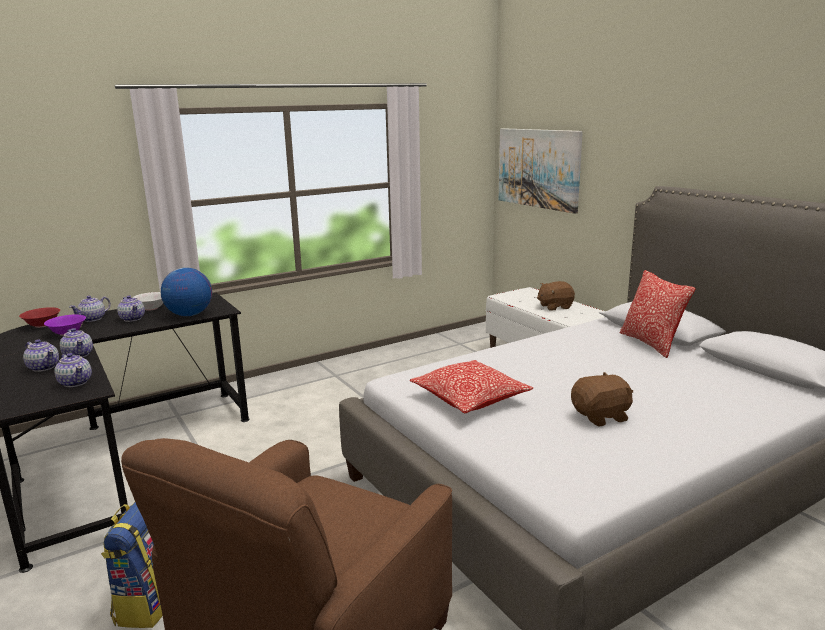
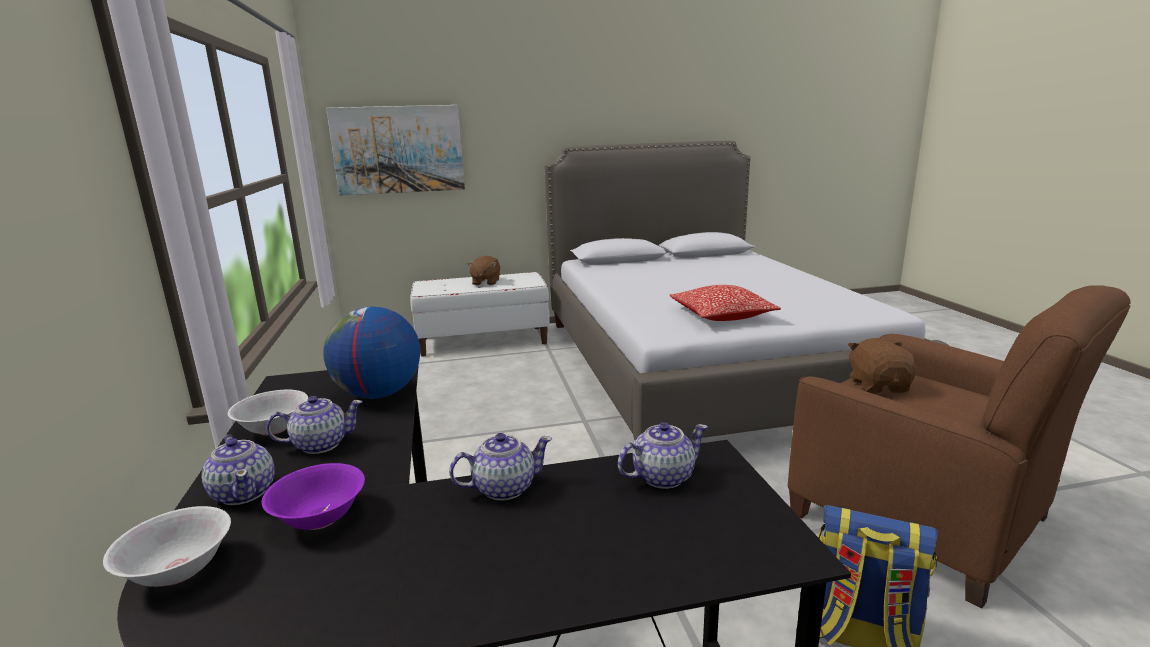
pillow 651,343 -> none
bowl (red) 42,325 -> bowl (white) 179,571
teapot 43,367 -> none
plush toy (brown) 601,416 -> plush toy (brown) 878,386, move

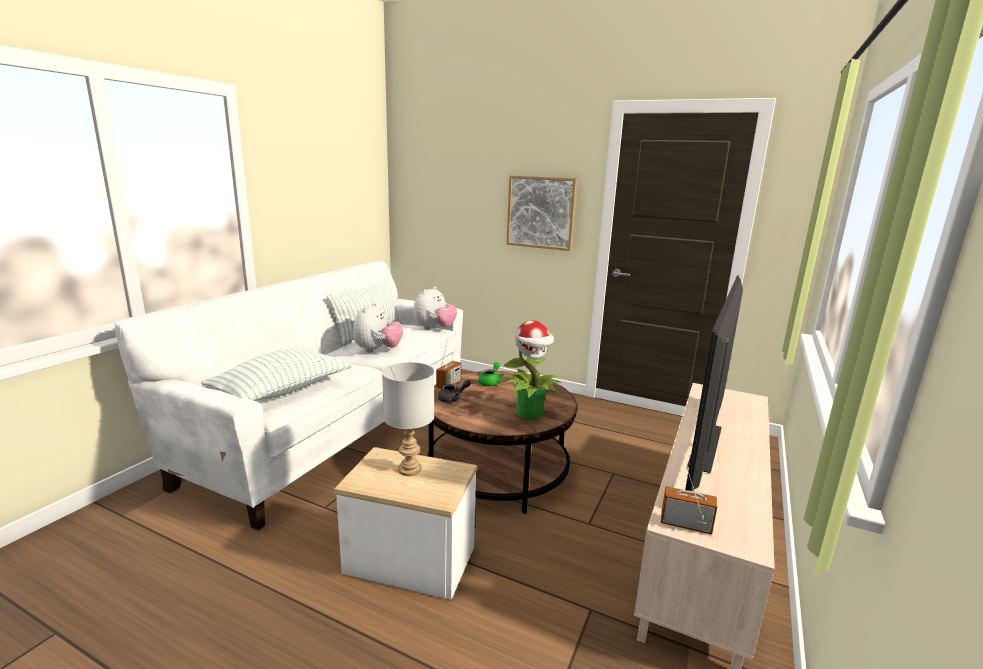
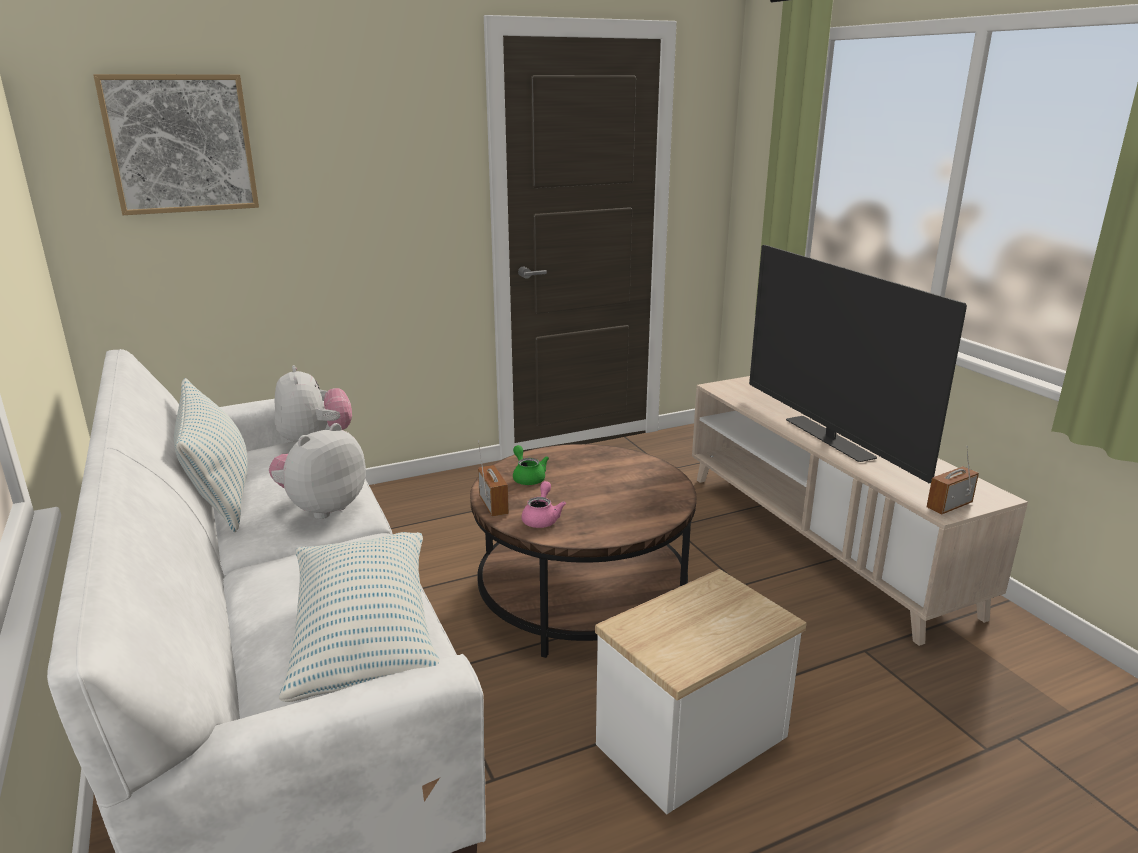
picture 541,212 -> picture 181,144, move
plush toy 377,350 -> plush toy 322,508, 105 degrees counterclockwise
potted plant 530,413 -> none
table lamp (grey) 409,469 -> none
teapot (grey) 453,399 -> teapot (pink) 542,518

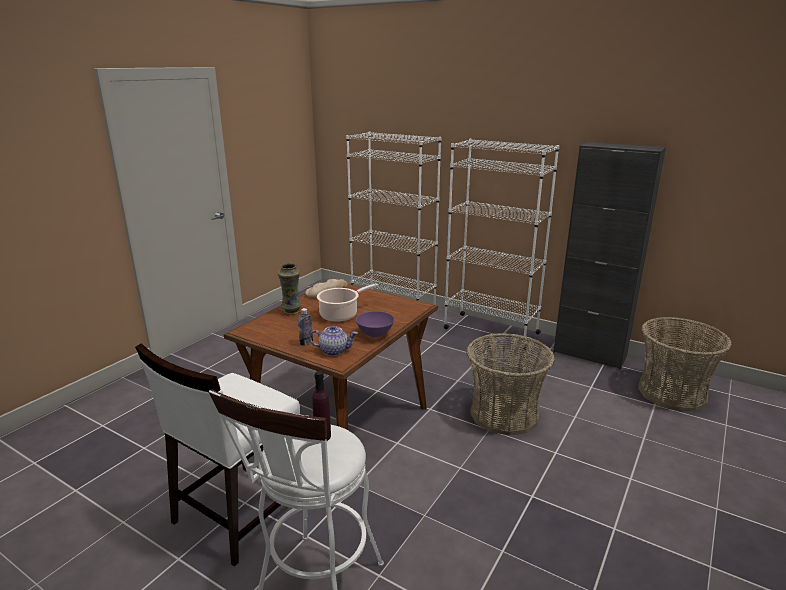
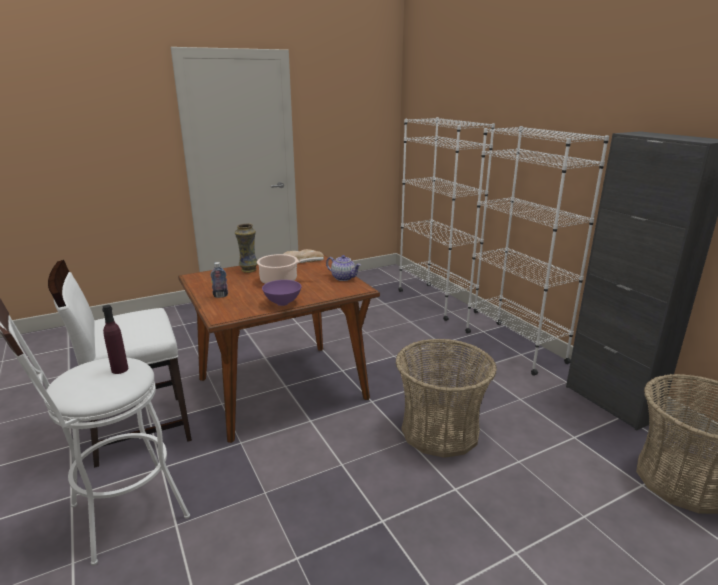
teapot 334,351 -> teapot 344,278, move

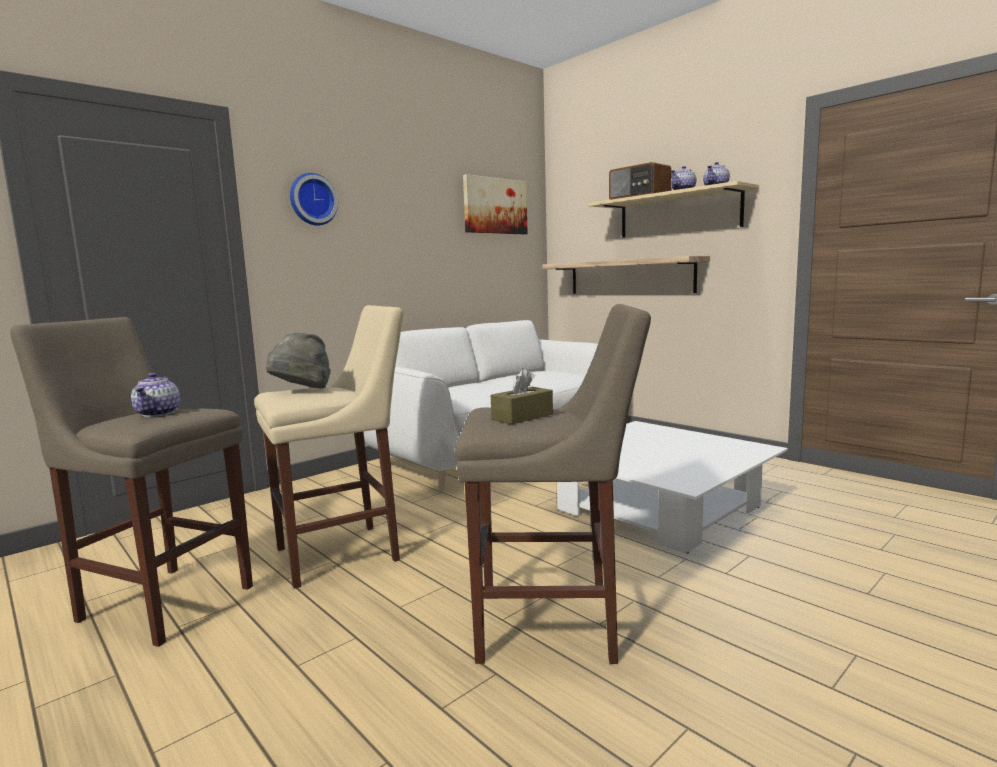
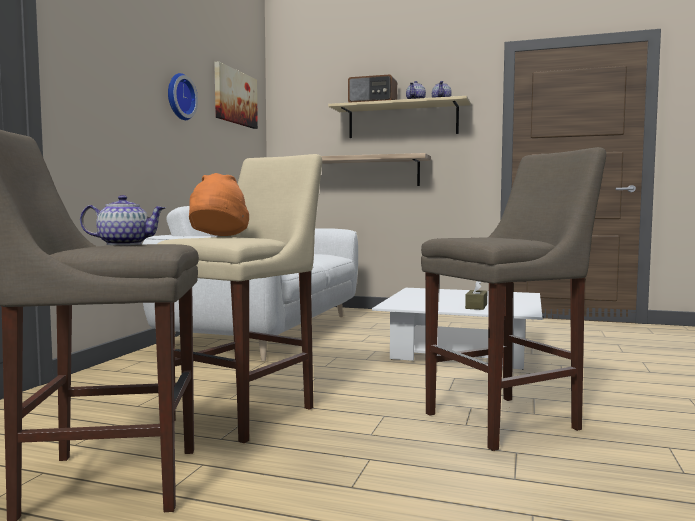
wall clock 312,200 -> wall clock 179,97, move
hat (grey) 301,391 -> hat (orange) 218,237
tissue box (brown) 522,416 -> tissue box (brown) 476,306, move
teapot 158,413 -> teapot 123,244, 60 degrees counterclockwise

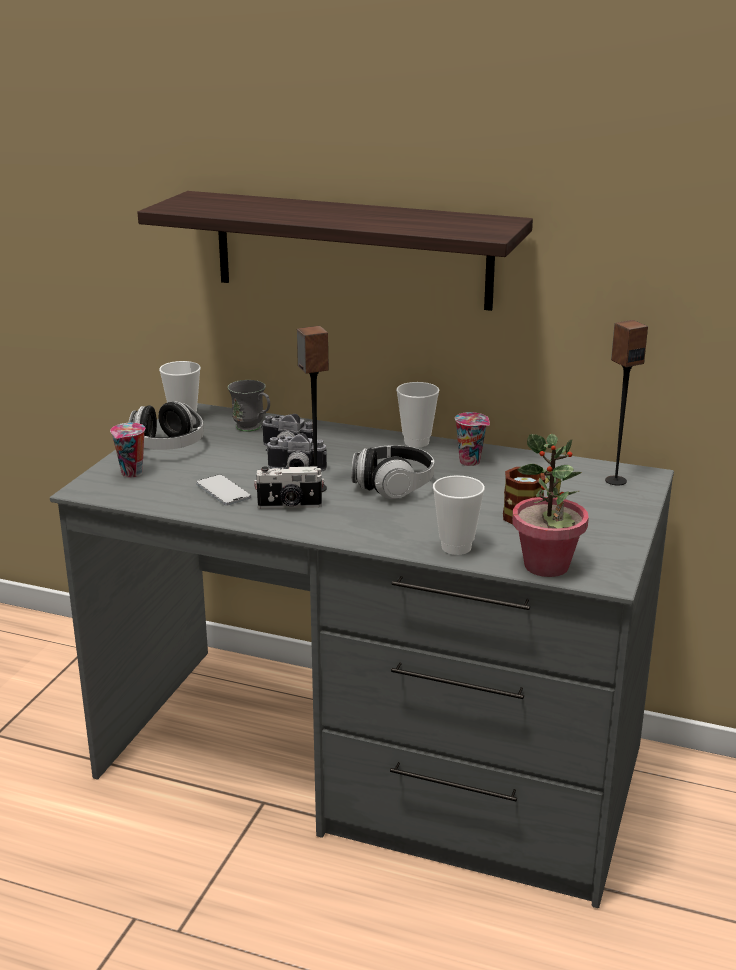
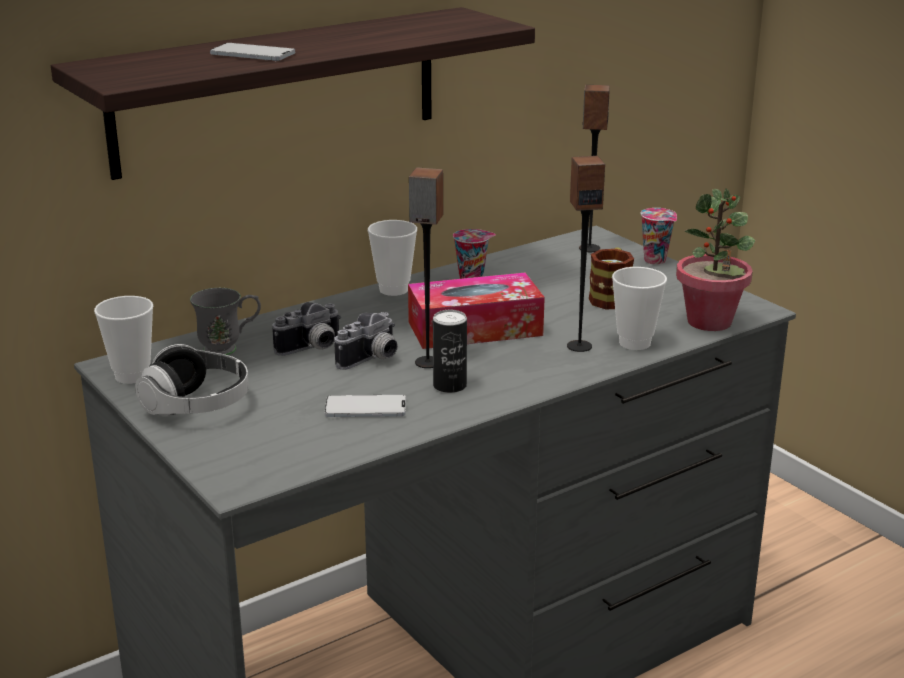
cup 132,474 -> cup 656,261, move
headphones 393,486 -> tissue box 475,329
photo camera 289,506 -> can 449,386
none -> phone 252,54
none -> speaker 579,346

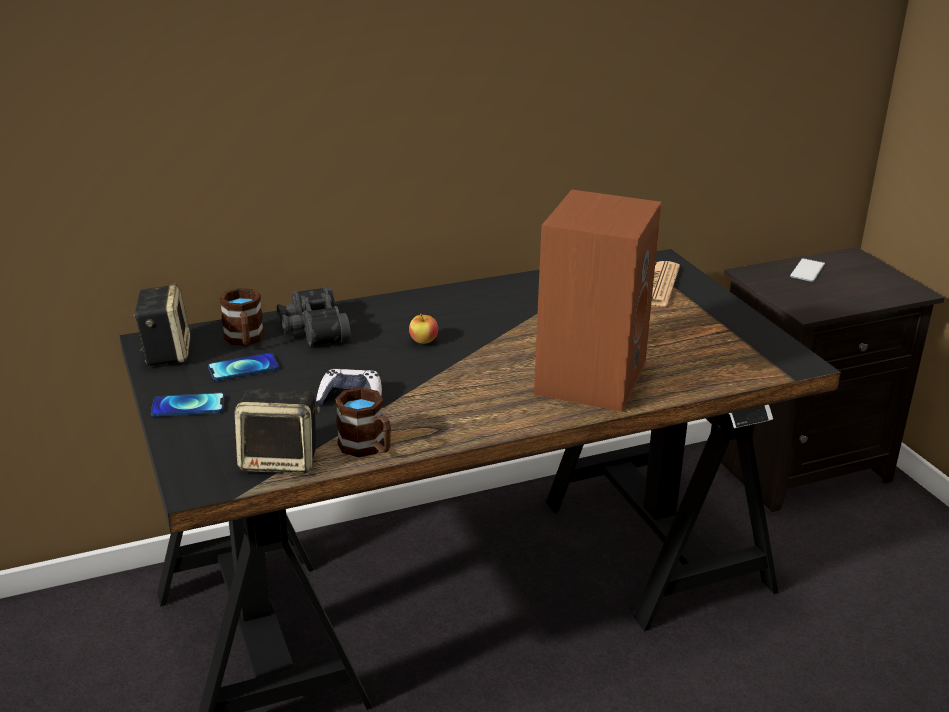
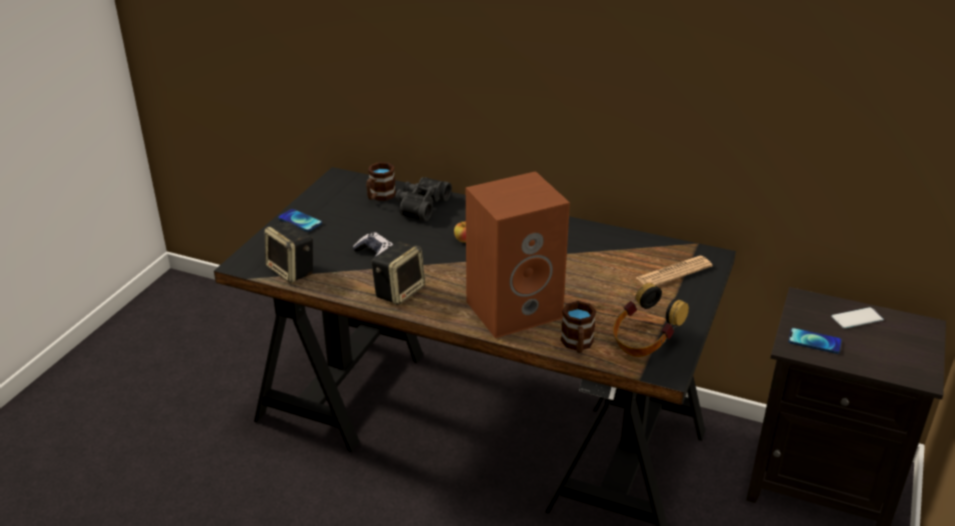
speaker 165,352 -> speaker 399,291, move
phone 243,368 -> phone 814,341, move
mug (brown) 367,448 -> mug (brown) 577,345, move
none -> headphones 644,342

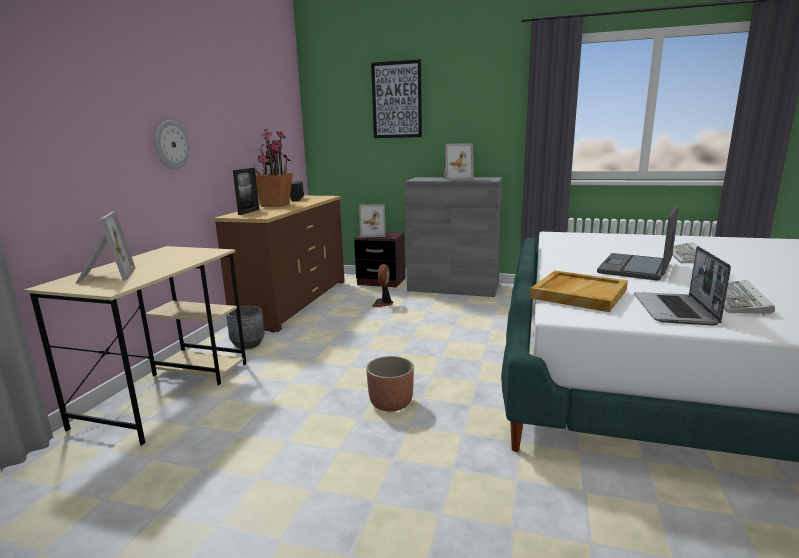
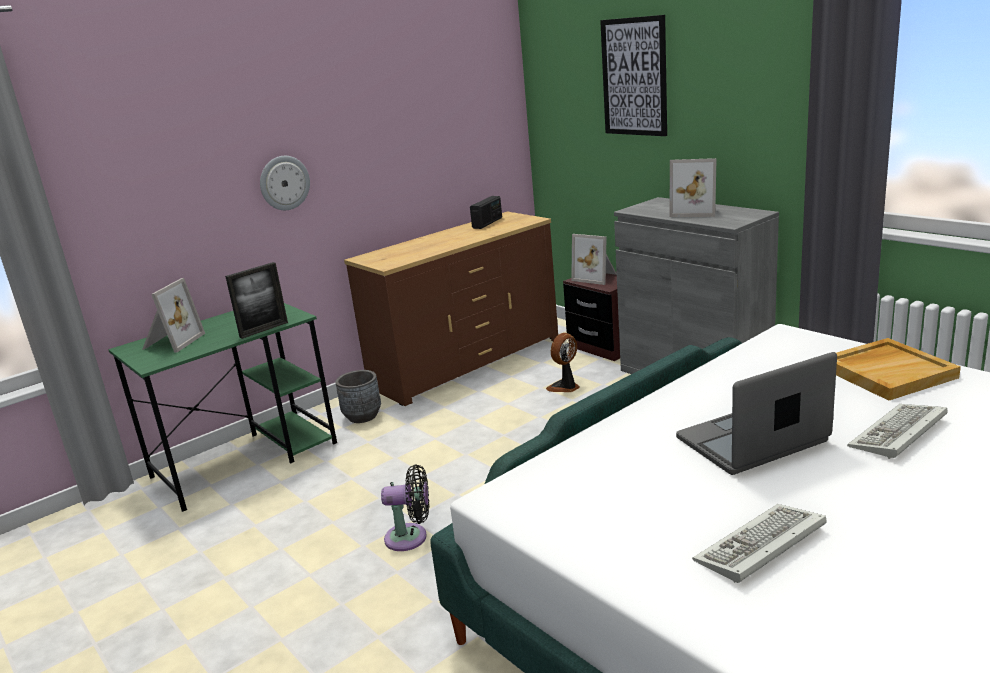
potted plant 275,205 -> none
picture frame 249,212 -> picture frame 264,330, move
desk (beige) 167,392 -> desk (green) 246,459
laptop 675,310 -> none
tray (beige) 578,293 -> tray (beige) 887,372, move
planter 390,403 -> fan (black) 410,537

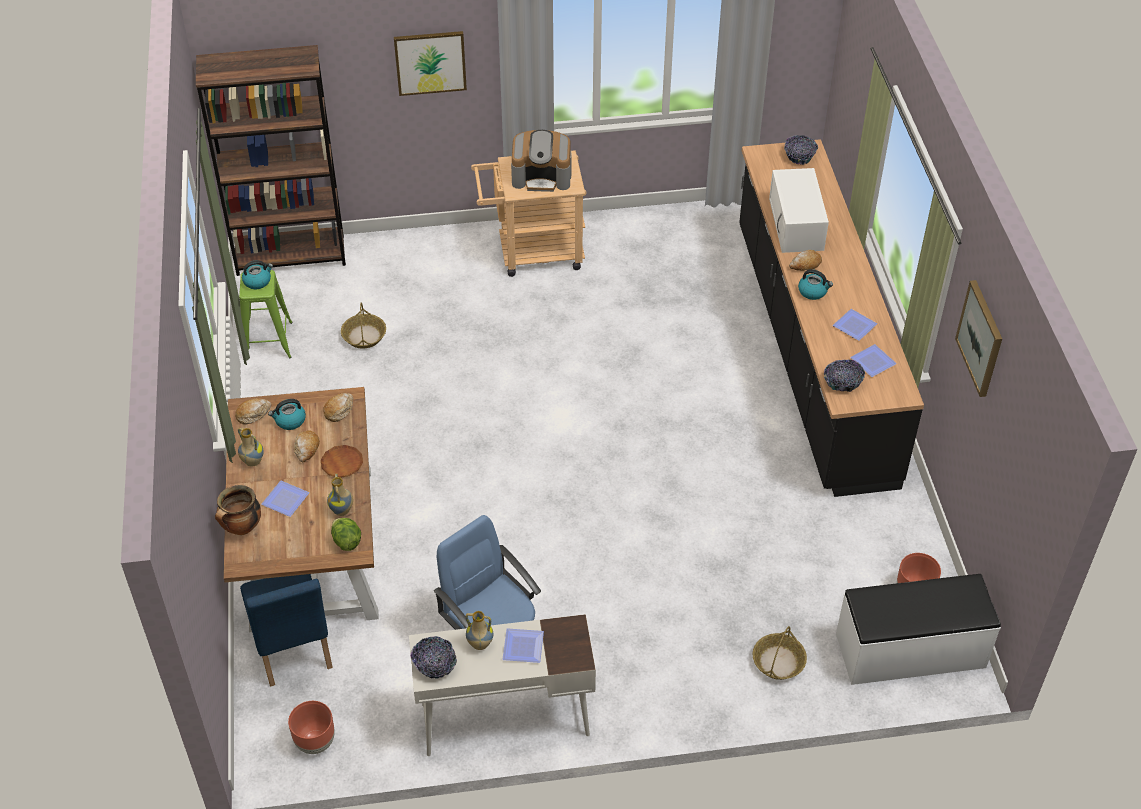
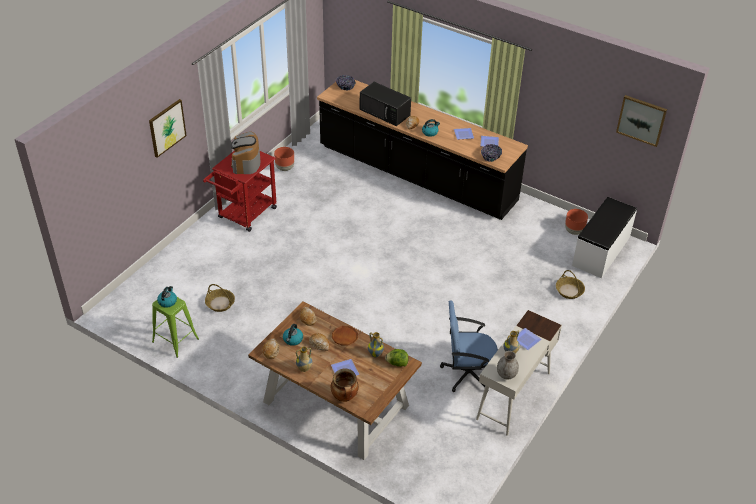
bookcase (brown) 291,255 -> none
coffee machine 542,176 -> coffee machine 246,163, 135 degrees clockwise
cart (beige) 532,253 -> cart (red) 244,215
microwave (white) 796,225 -> microwave (black) 385,112
picture 981,338 -> picture 641,120, move
chair (blue) 293,652 -> none
bowl 434,664 -> vase (grey) 506,375
planter (brown) 315,741 -> planter (brown) 284,168, move

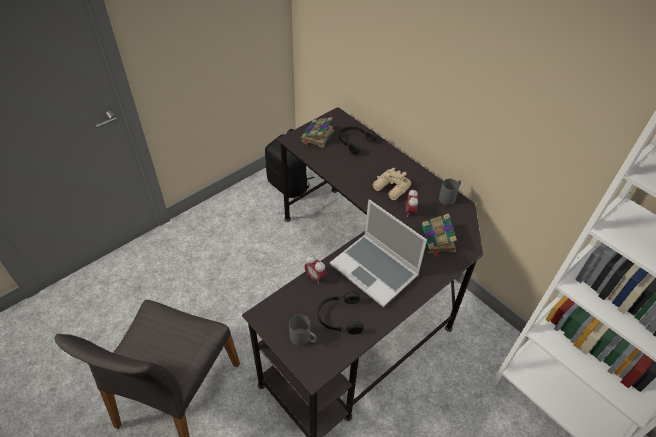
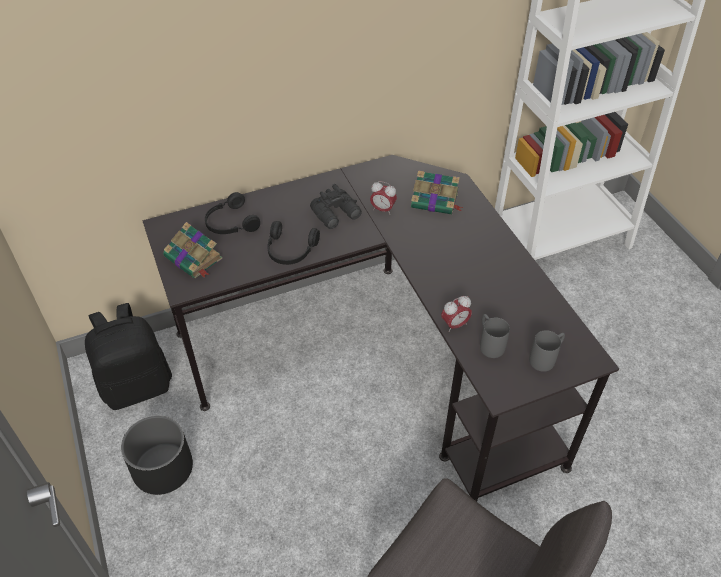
binoculars (beige) 391,189 -> binoculars (black) 337,214
mug (grey) 449,197 -> mug (grey) 489,343, move
laptop 375,270 -> none
headphones (black) 339,317 -> headphones (black) 290,251, move
none -> planter (black) 162,468

